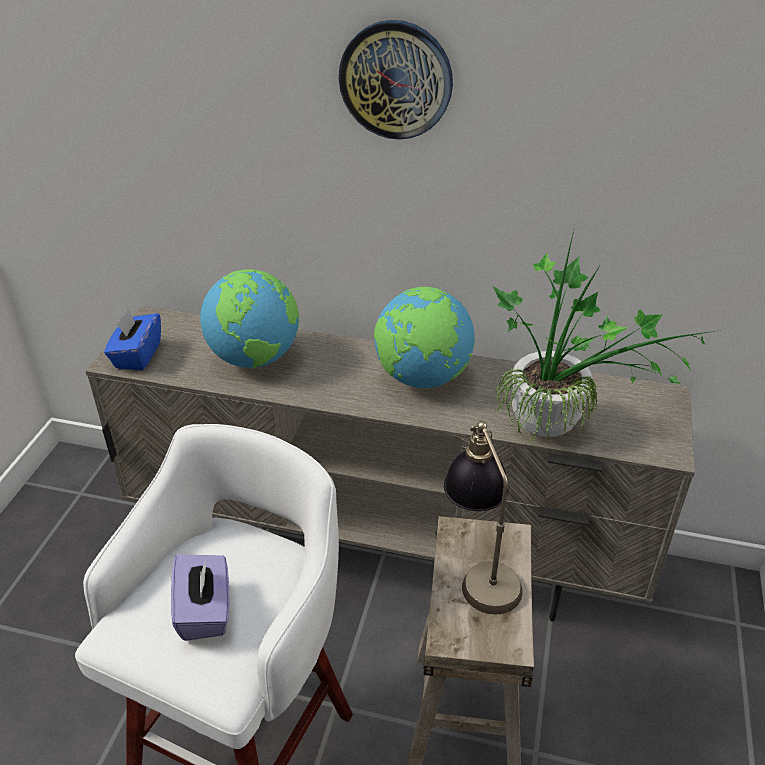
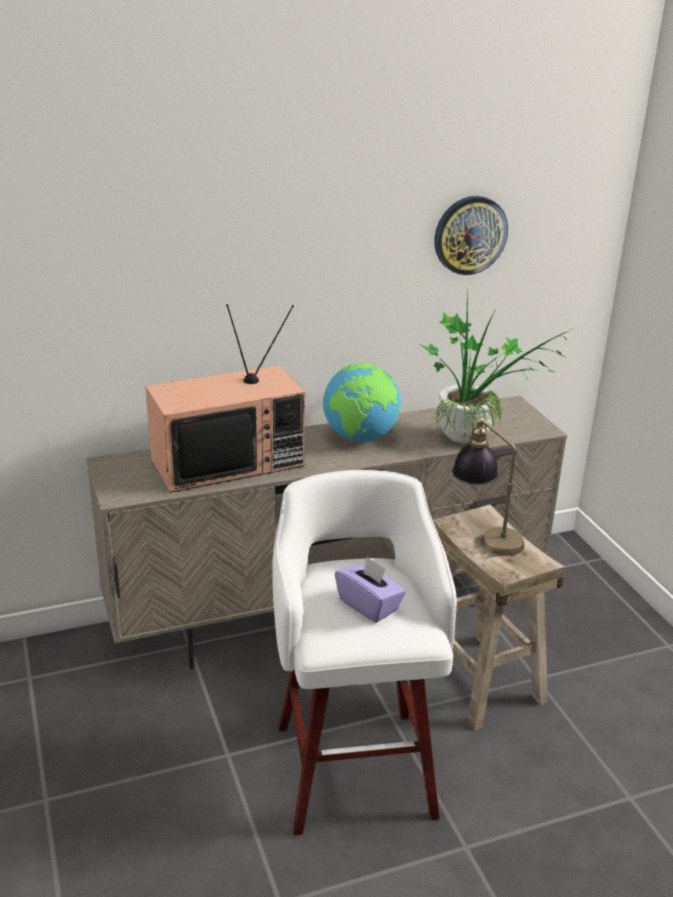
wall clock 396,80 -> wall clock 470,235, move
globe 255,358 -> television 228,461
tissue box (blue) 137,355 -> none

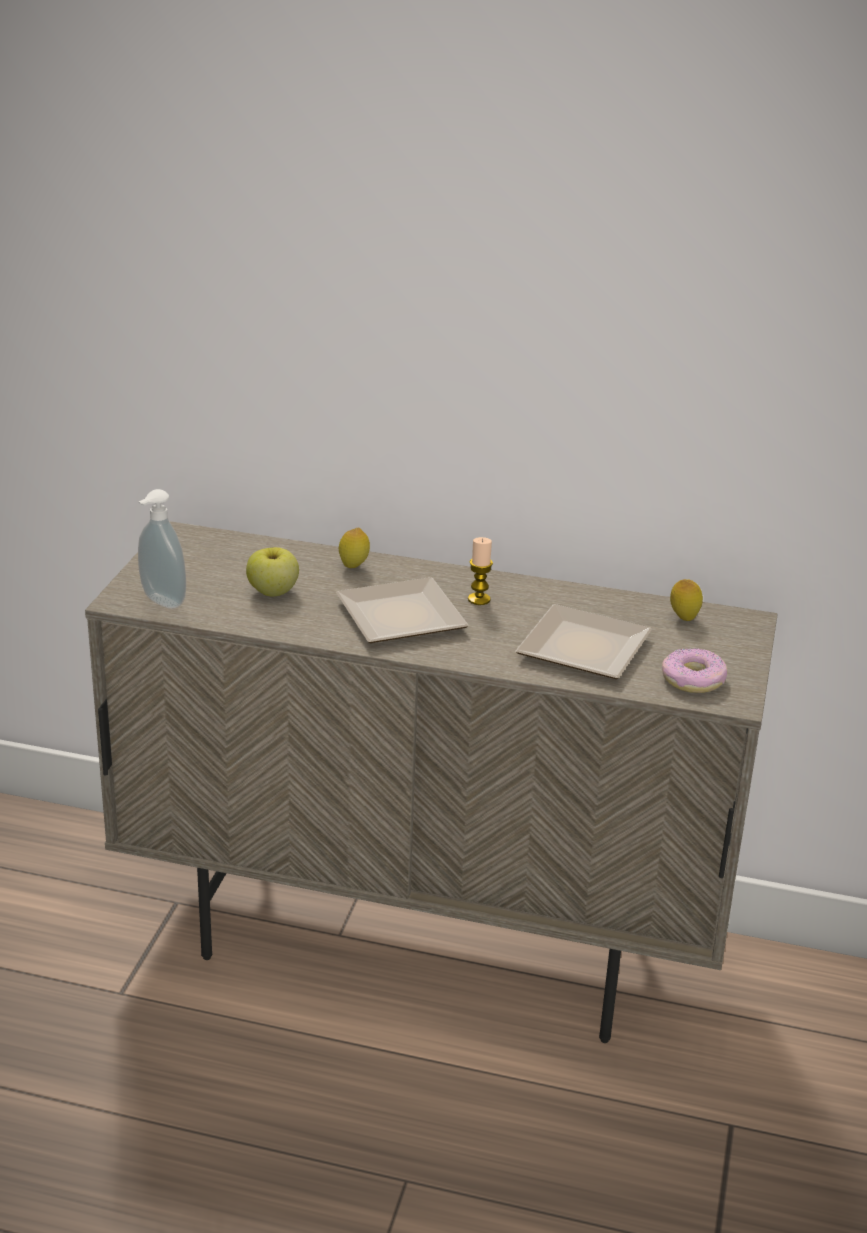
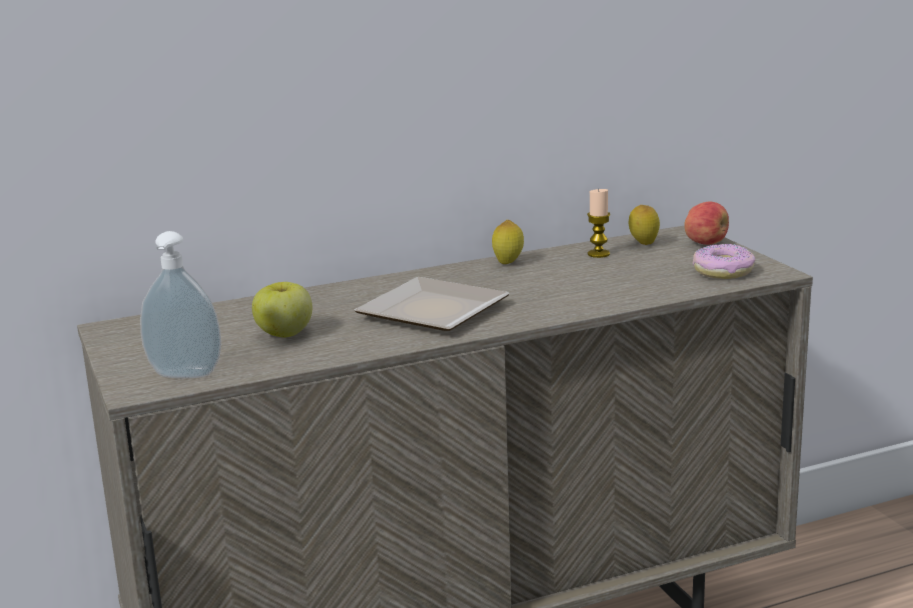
lemon 354,567 -> lemon 508,263, move
candle 479,599 -> candle 598,254, move
plate 581,646 -> none
none -> apple 706,243

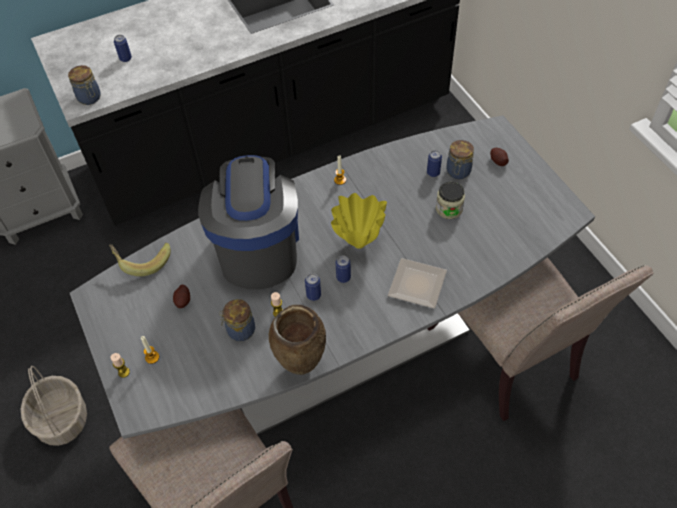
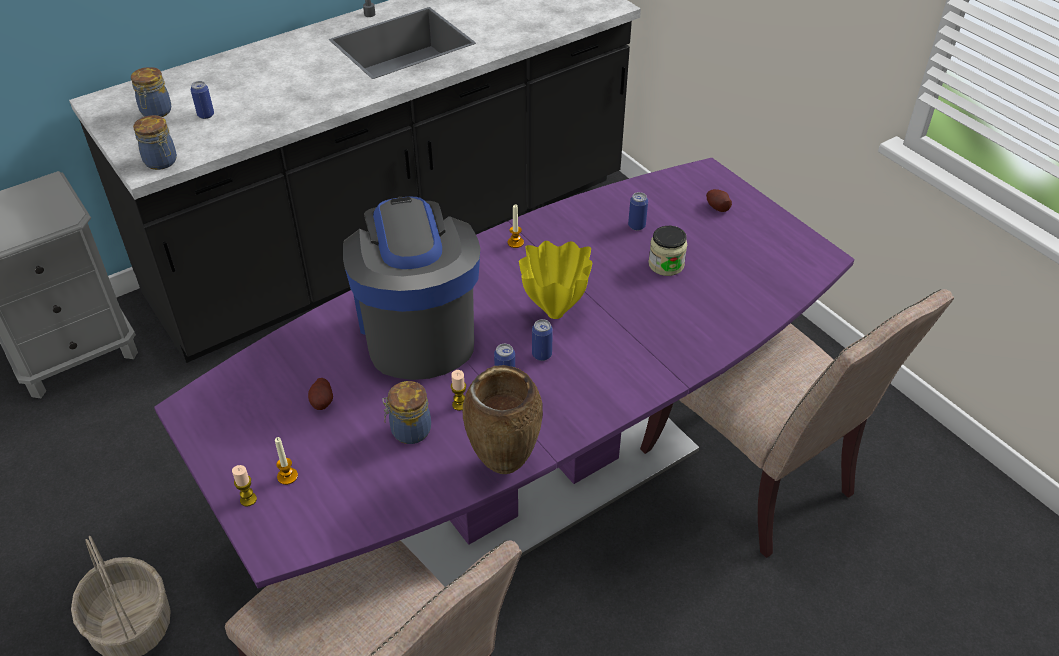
dining table (grey) 342,344 -> dining table (purple) 528,482
jar 458,172 -> jar 155,112, move
banana 143,260 -> none
plate 416,283 -> none

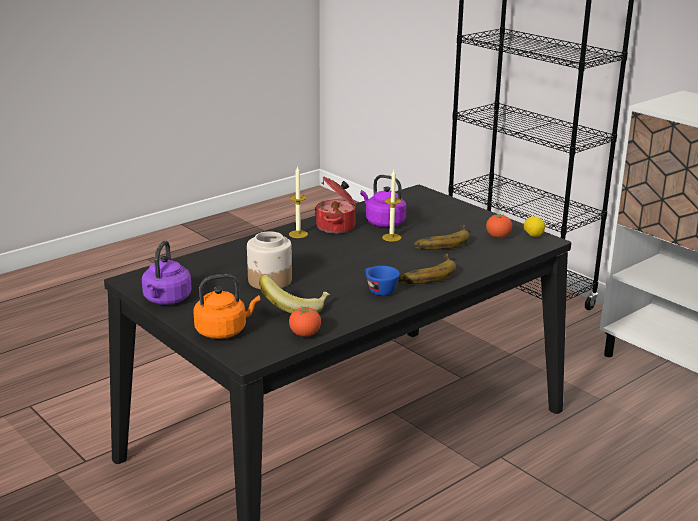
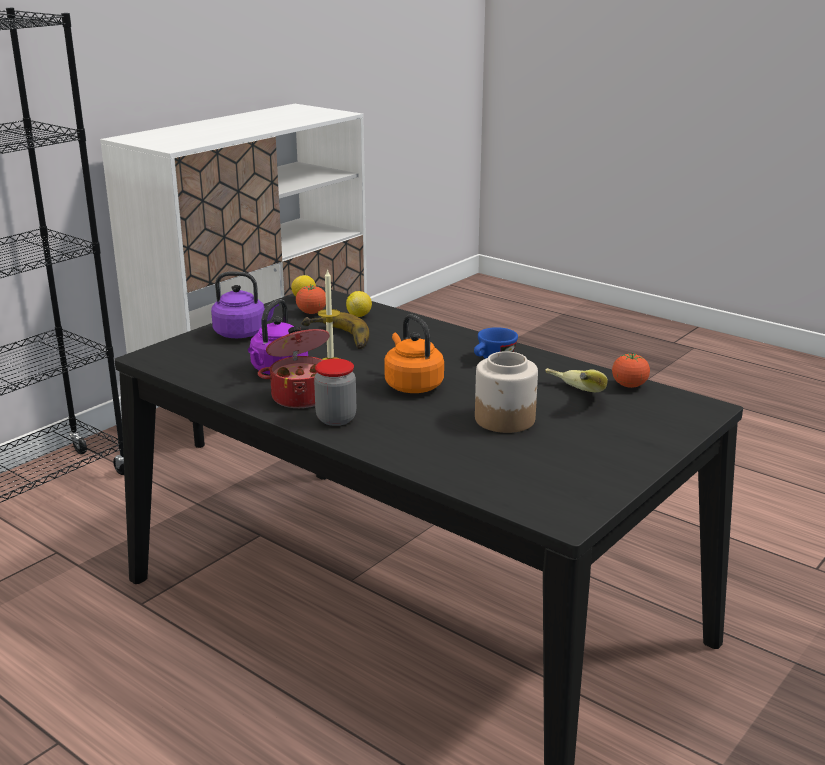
candle 298,234 -> jar 336,419
kettle (purple) 166,300 -> kettle (purple) 243,333, move
banana 425,274 -> none
kettle (orange) 224,331 -> kettle (orange) 412,385, move
none -> lemon 359,315

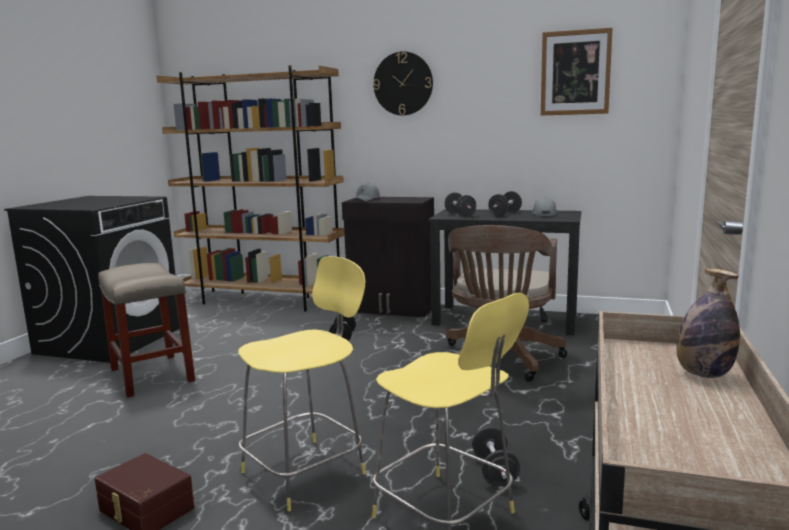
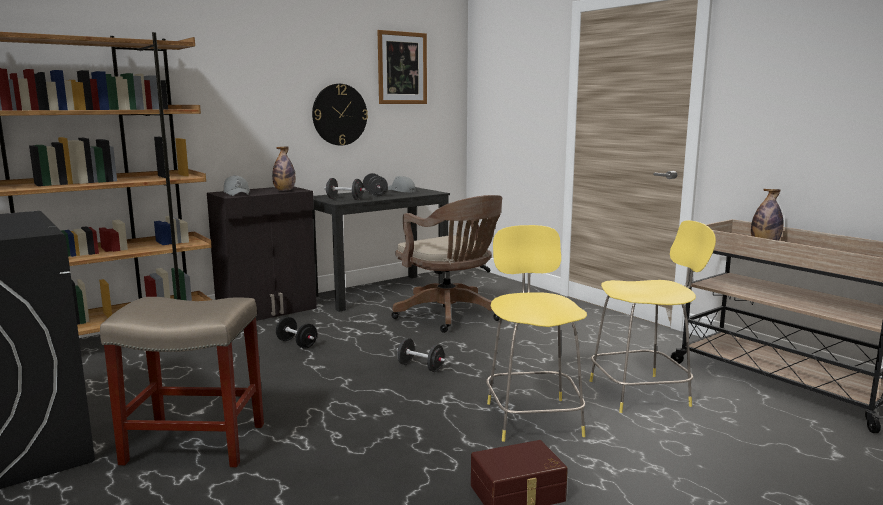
wall clock 403,83 -> wall clock 339,114, move
dumbbell (black) 495,471 -> dumbbell (black) 420,367, move
none -> bottle 284,190

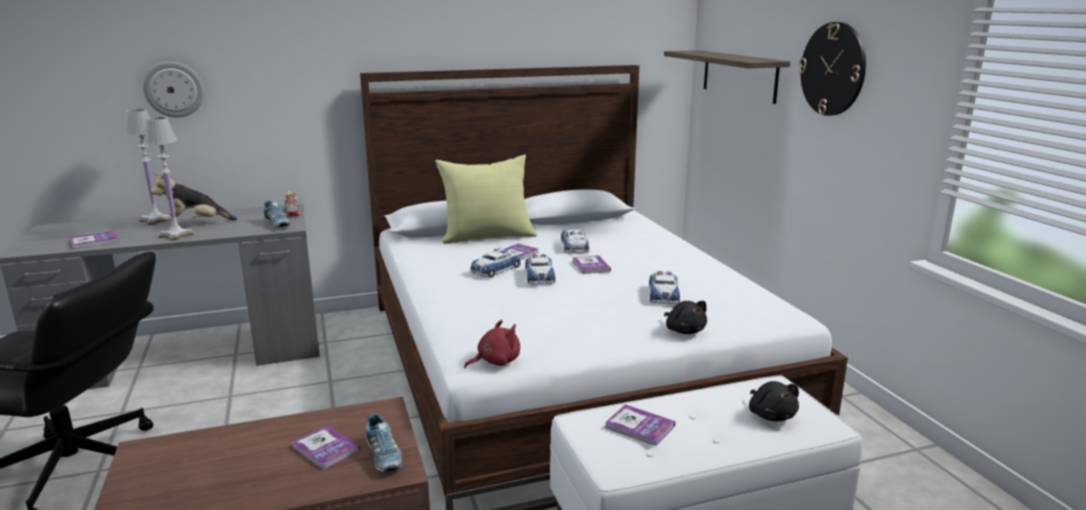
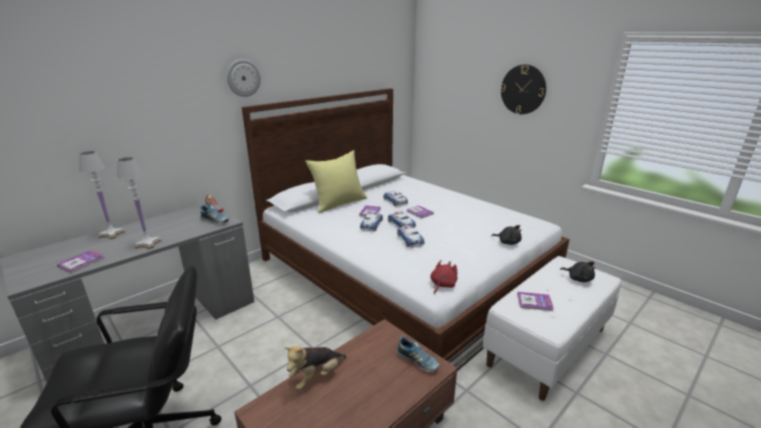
shelf 739,75 -> none
wall clock 174,89 -> wall clock 243,78, move
plush toy 195,224 -> plush toy 316,376, move
toy car 663,294 -> toy car 410,240, move
book 326,449 -> none

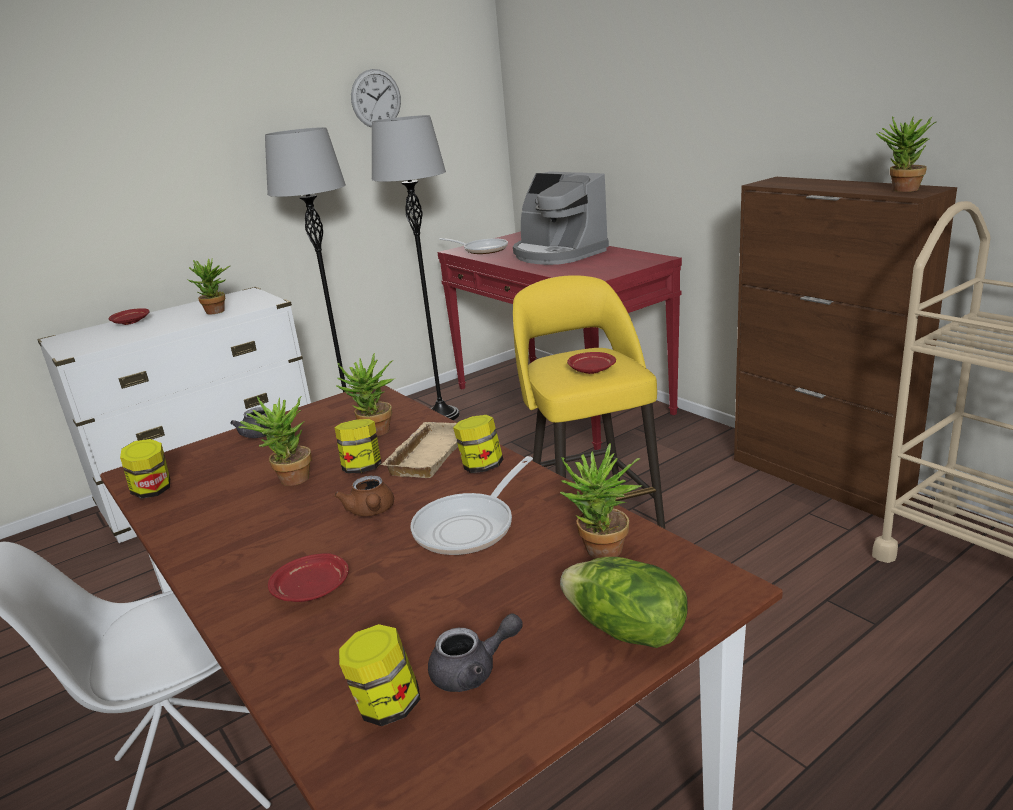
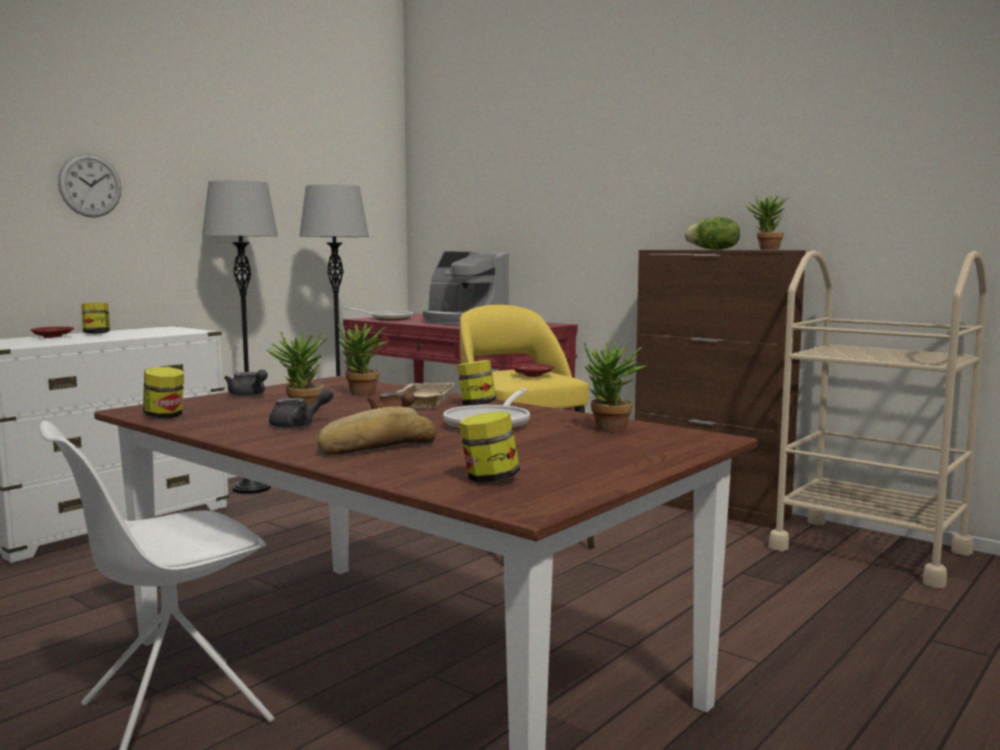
wall clock 376,99 -> wall clock 90,185, move
potted plant 218,312 -> none
jar 362,468 -> jar 96,333, move
plate (red) 313,589 -> bread 376,446
lettuce 625,631 -> lettuce 713,249, move
teapot (grey) 473,671 -> teapot (grey) 299,425, move

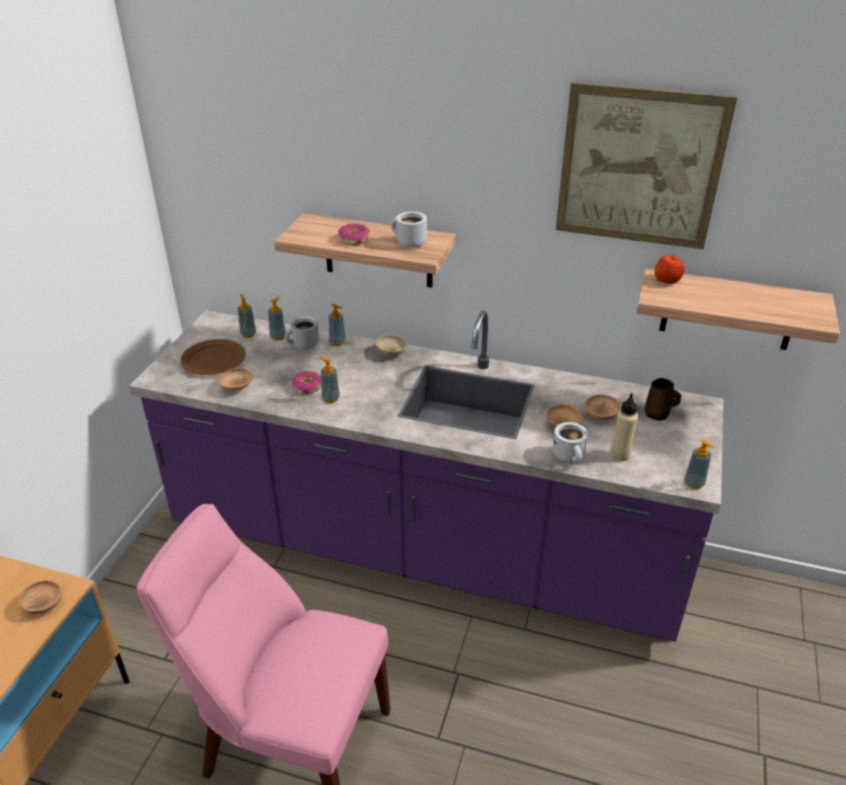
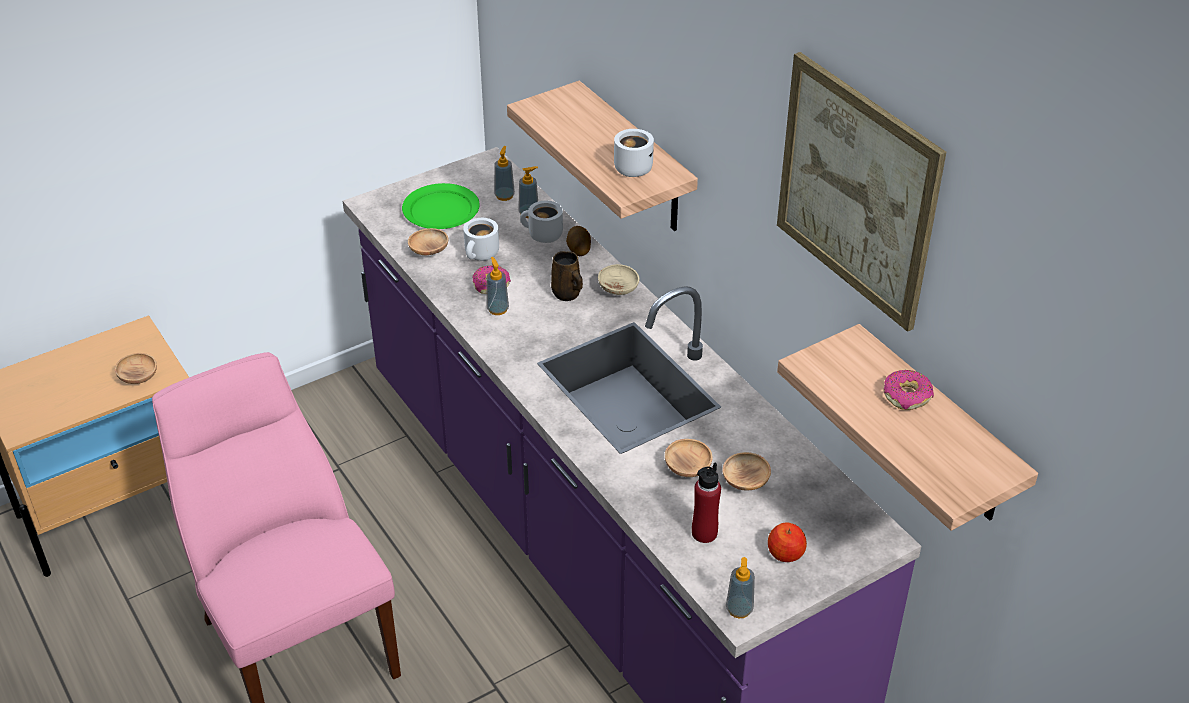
donut 354,239 -> donut 907,396, move
apple 667,280 -> apple 786,553, move
soap dispenser 337,342 -> potato 578,249
plate (brown) 214,360 -> plate (green) 441,210
mug (brown) 658,414 -> mug (brown) 567,294, move
bottle (beige) 620,454 -> bottle (red) 704,533
mug (white) 570,456 -> mug (white) 482,255, move

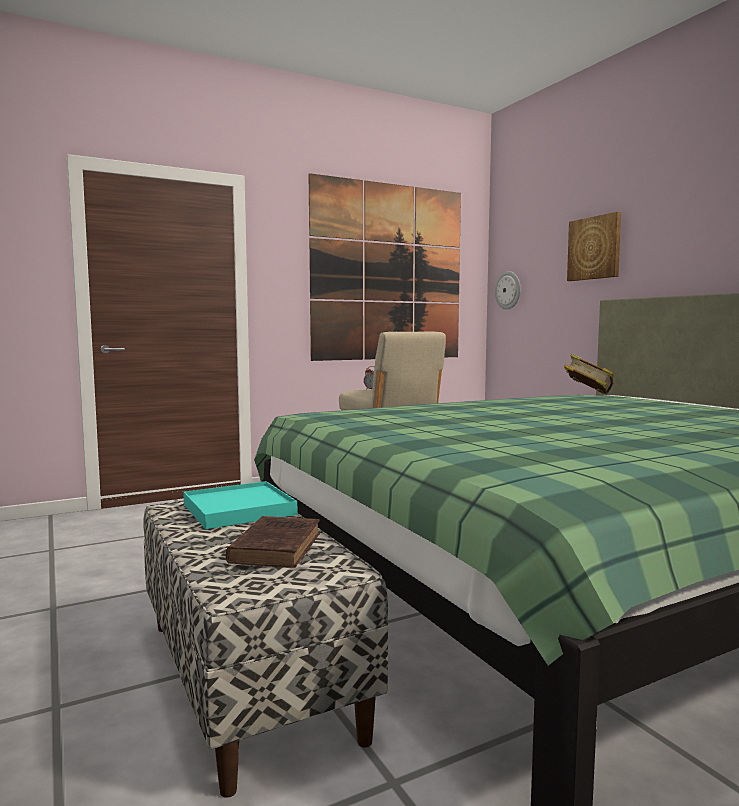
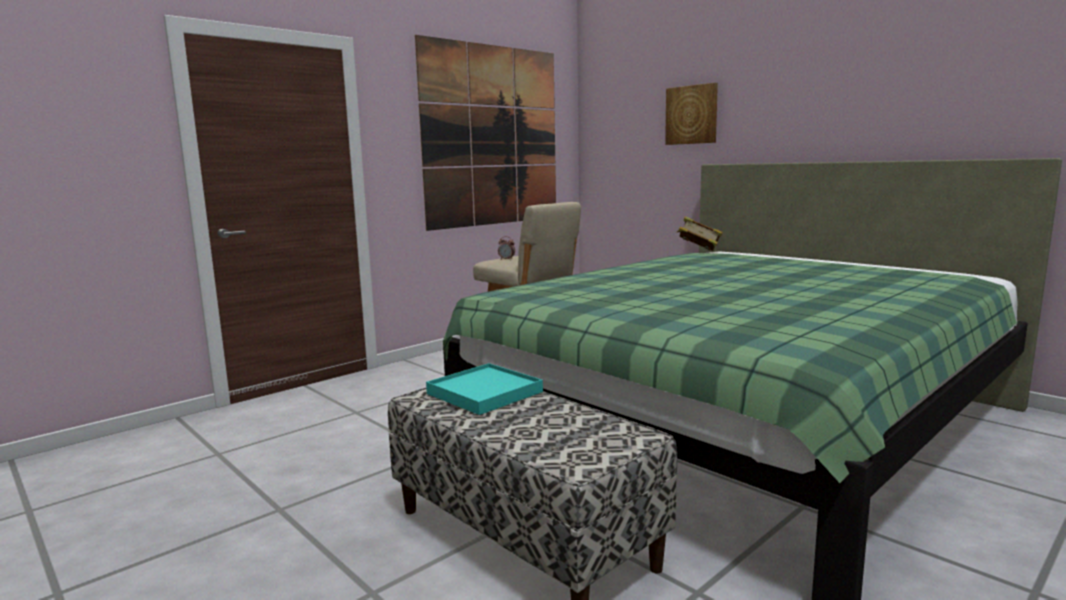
wall clock 508,290 -> none
book (brown) 277,546 -> none

